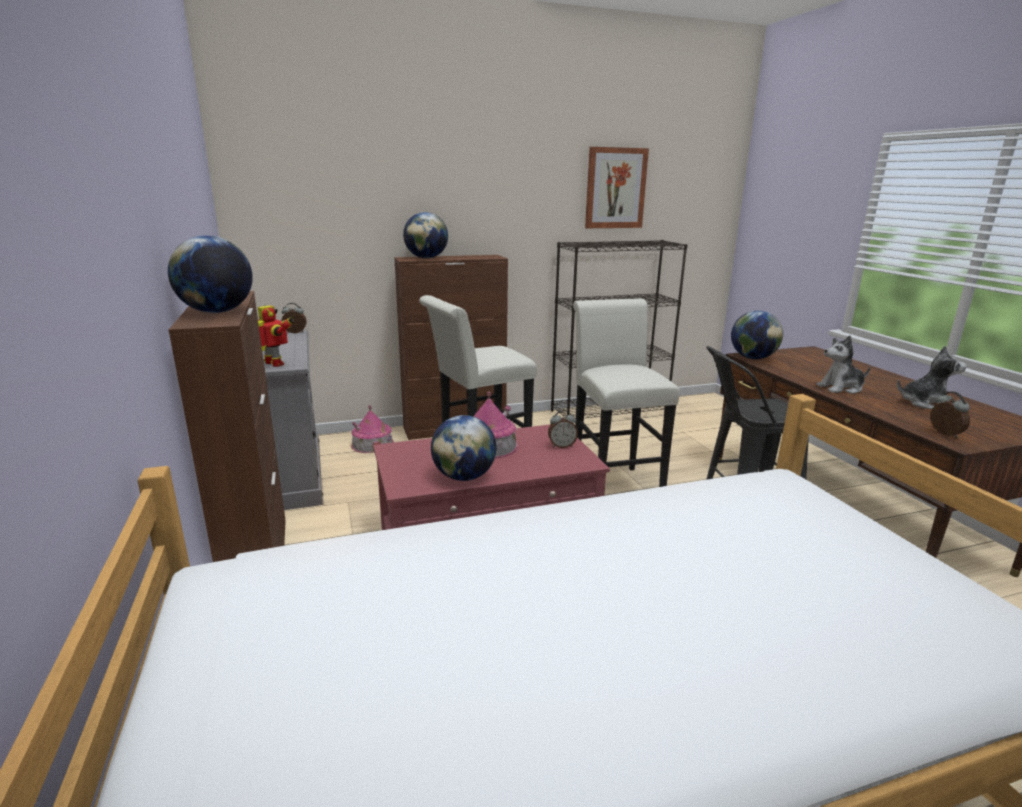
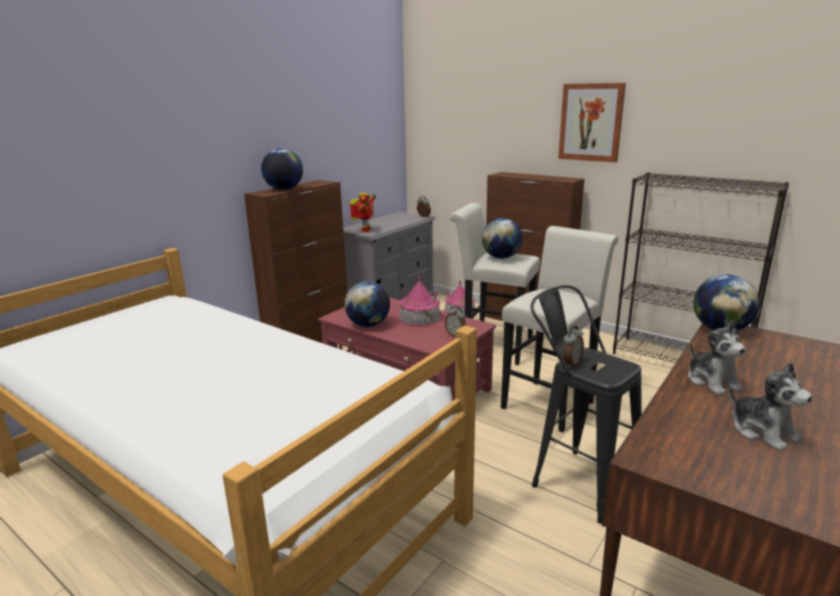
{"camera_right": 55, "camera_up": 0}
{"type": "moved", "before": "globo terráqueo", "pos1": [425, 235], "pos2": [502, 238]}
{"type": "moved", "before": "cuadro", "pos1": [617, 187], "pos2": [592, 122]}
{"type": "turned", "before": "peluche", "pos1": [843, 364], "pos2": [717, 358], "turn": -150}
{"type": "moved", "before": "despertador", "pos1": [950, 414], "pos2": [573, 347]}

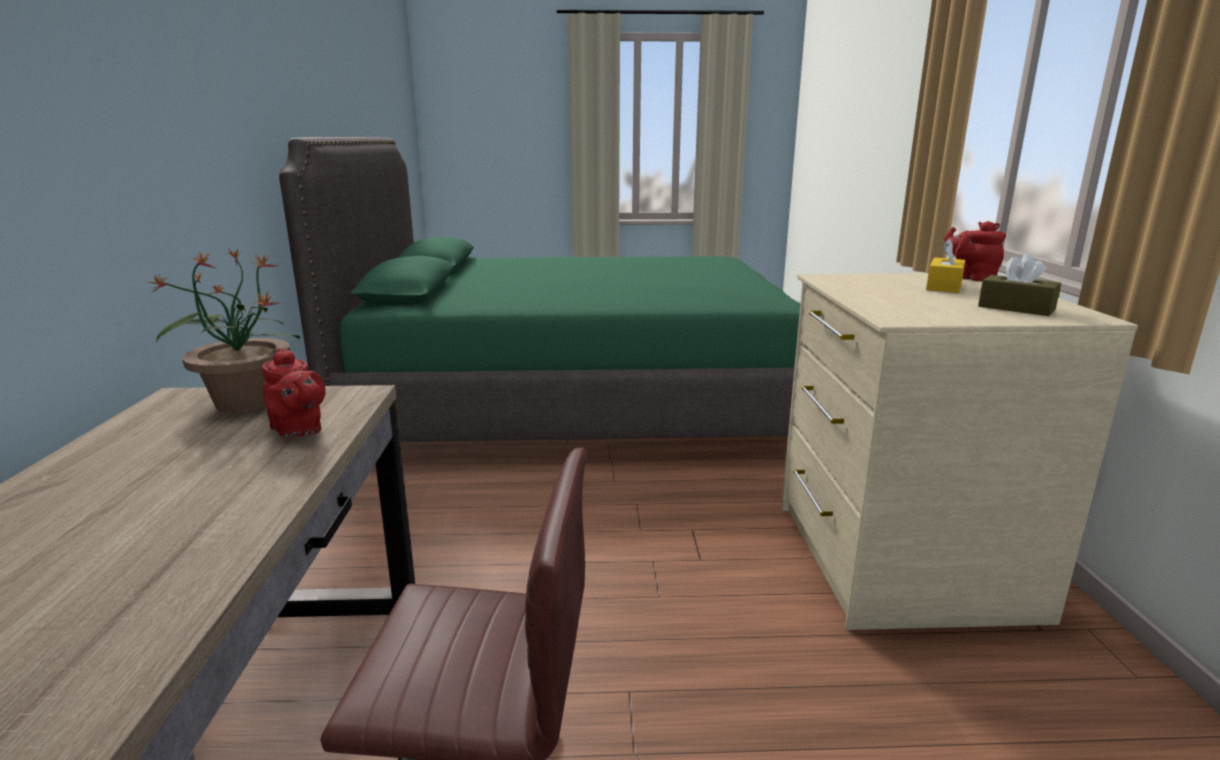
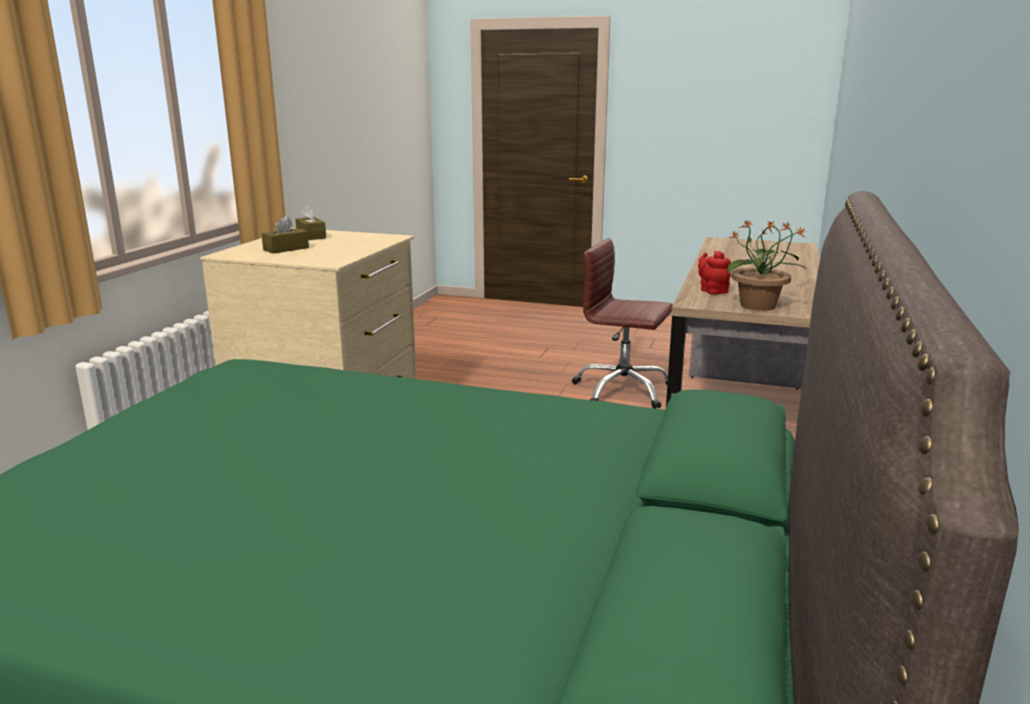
{"camera_right": -160, "camera_up": 0}
{"type": "recoloured", "before": "caja de pañuelos (amarillo)", "after": "caja de pañuelos (marrón)", "pos1": [945, 265], "pos2": [285, 234]}
{"type": "removed", "before": "tetera (rojo)", "pos1": [975, 251]}

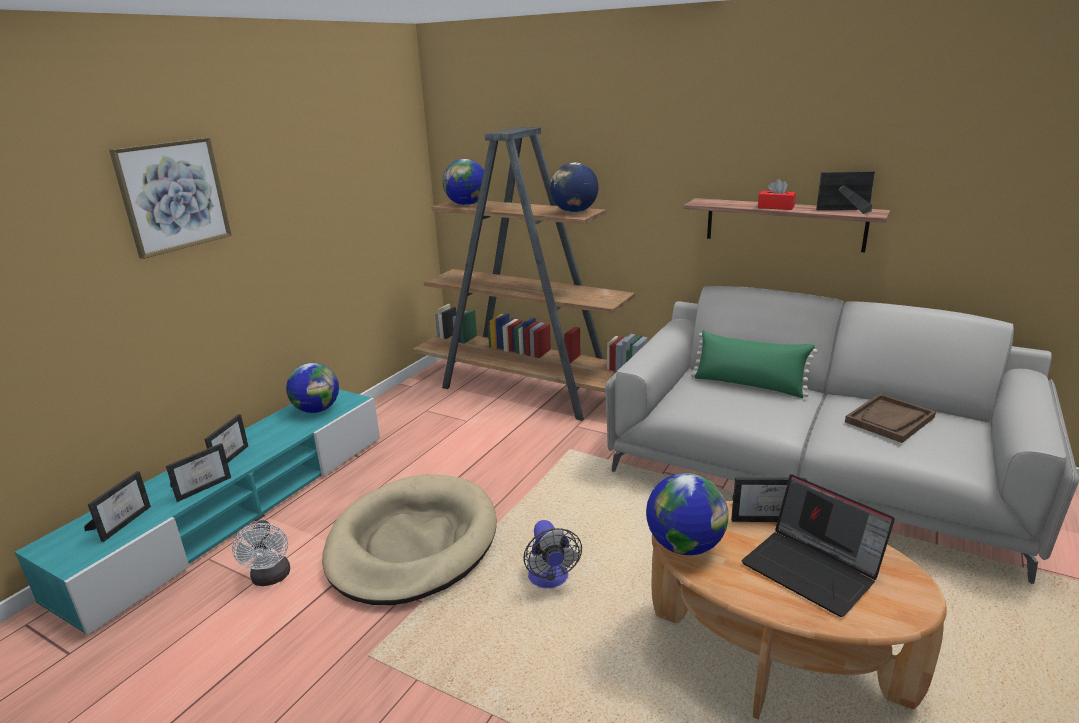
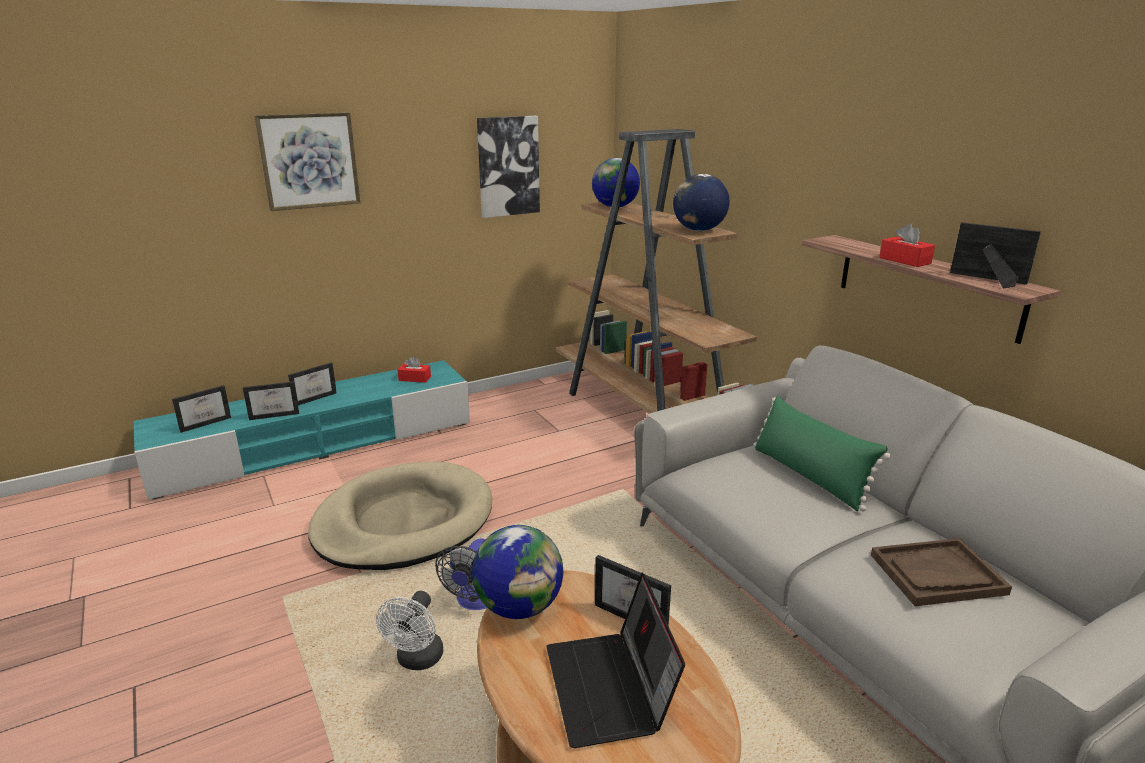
{"camera_right": 30, "camera_up": 0}
{"type": "moved", "before": "ventilador (blanco)", "pos1": [261, 553], "pos2": [409, 630]}
{"type": "replaced", "before": "globo terráqueo", "after": "caja de pañuelos (rojo)", "pos1": [312, 388], "pos2": [414, 369]}
{"type": "added", "after": "cuadro", "pos2": [508, 167]}

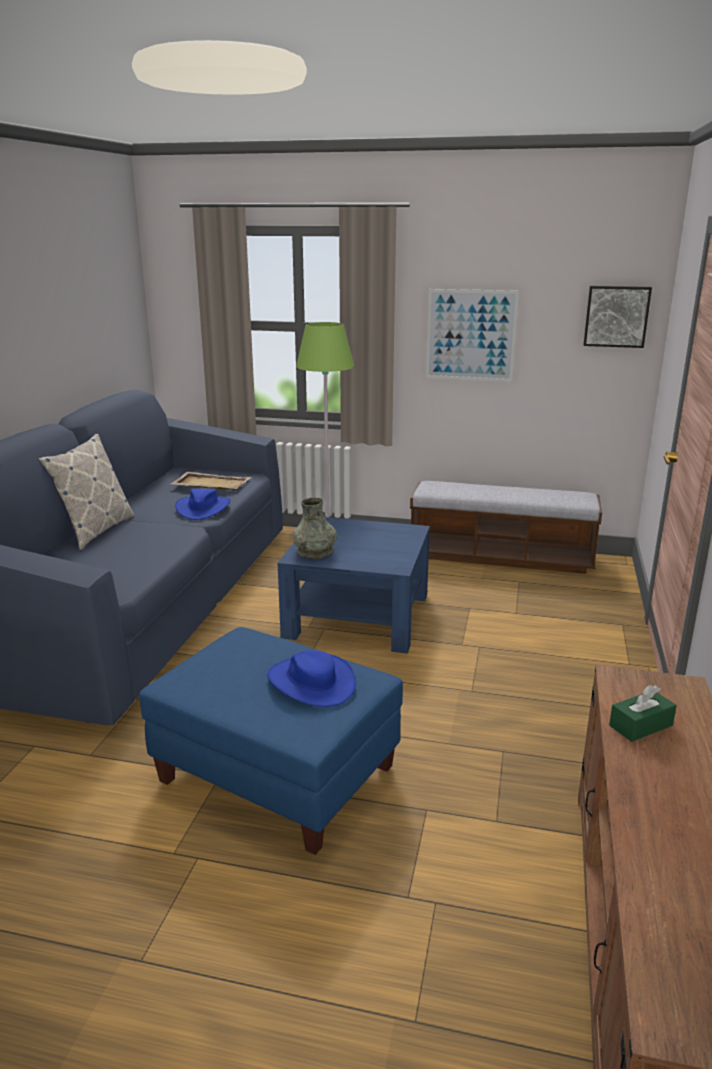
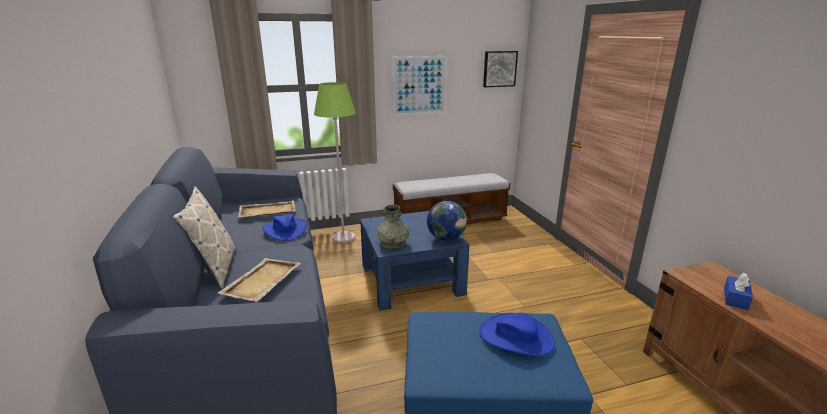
{"camera_right": -30, "camera_up": 0}
{"type": "recoloured", "before": "caja de pañuelos (verde)", "after": "caja de pañuelos (azul)", "pos1": [643, 713], "pos2": [738, 291]}
{"type": "added", "after": "bandeja (beis)", "pos2": [259, 280]}
{"type": "added", "after": "globo terráqueo", "pos2": [447, 221]}

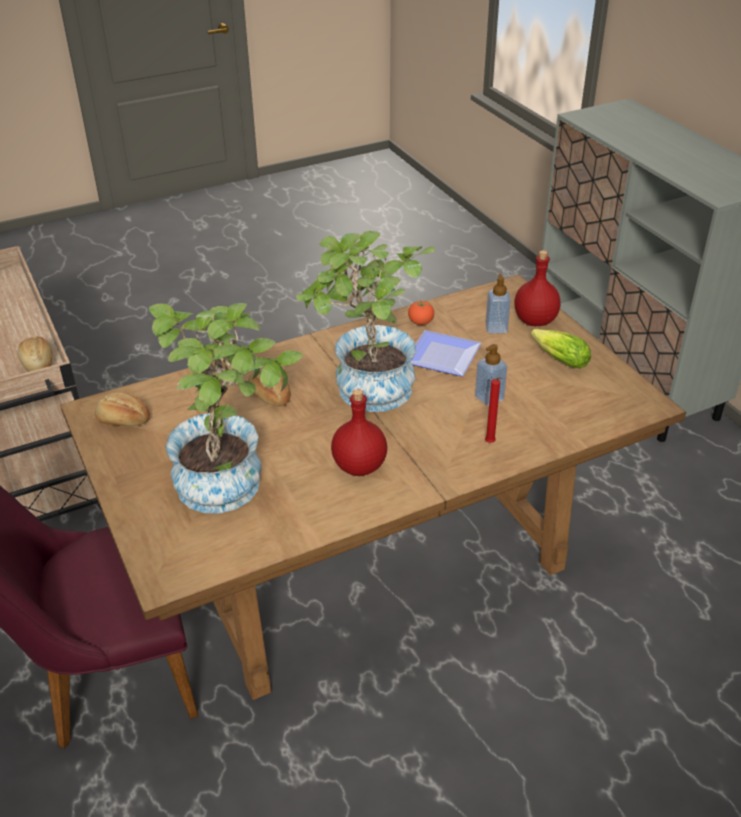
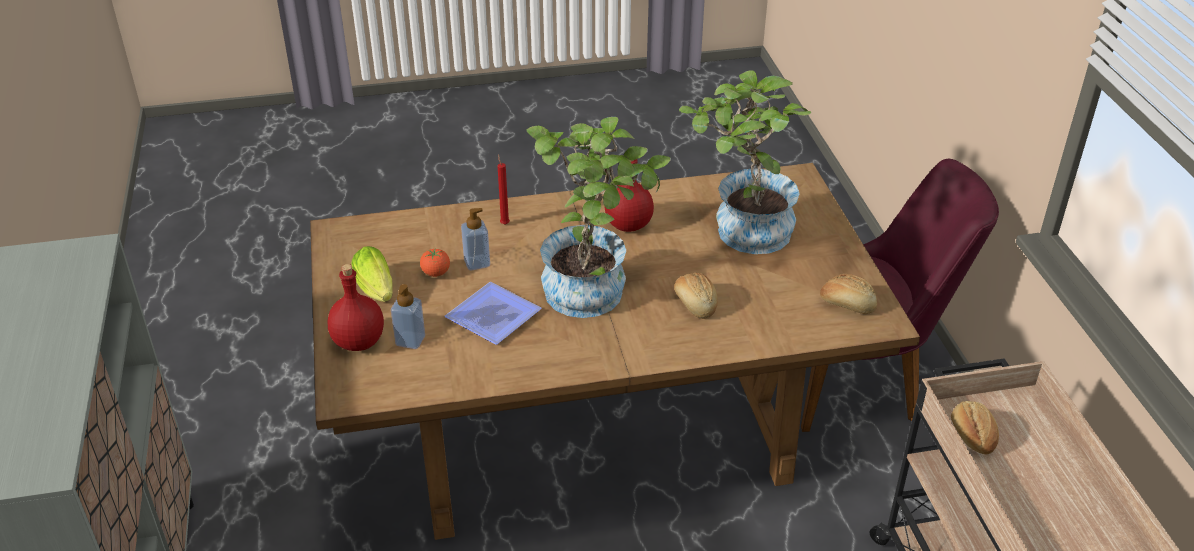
{"camera_right": -165, "camera_up": 0}
{"type": "moved", "before": "tomate", "pos1": [421, 312], "pos2": [435, 262]}

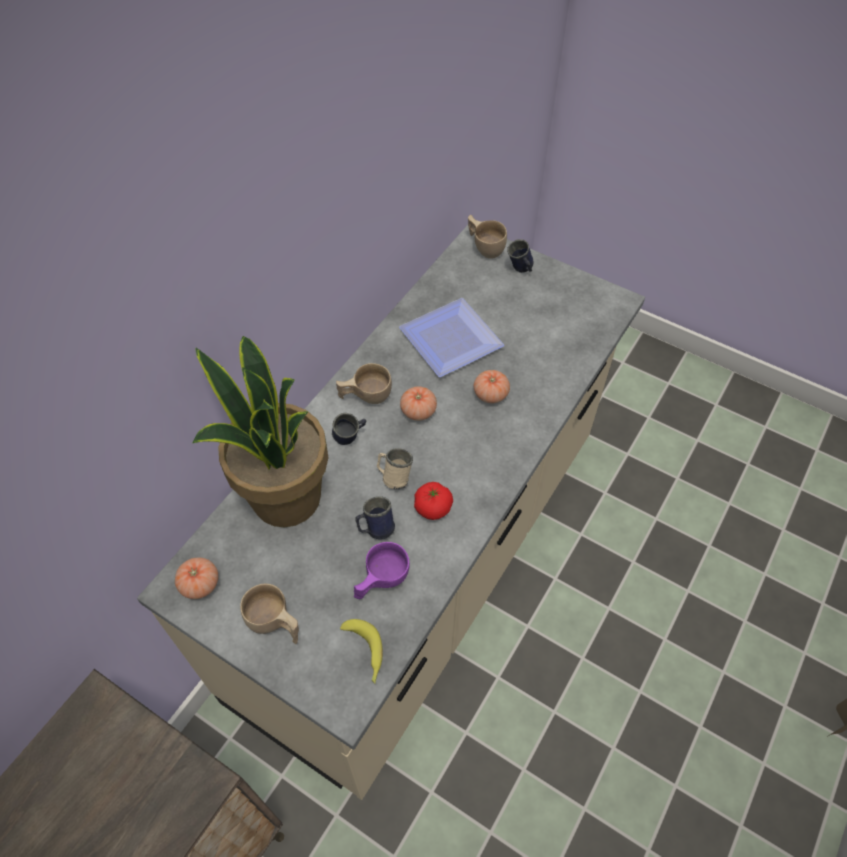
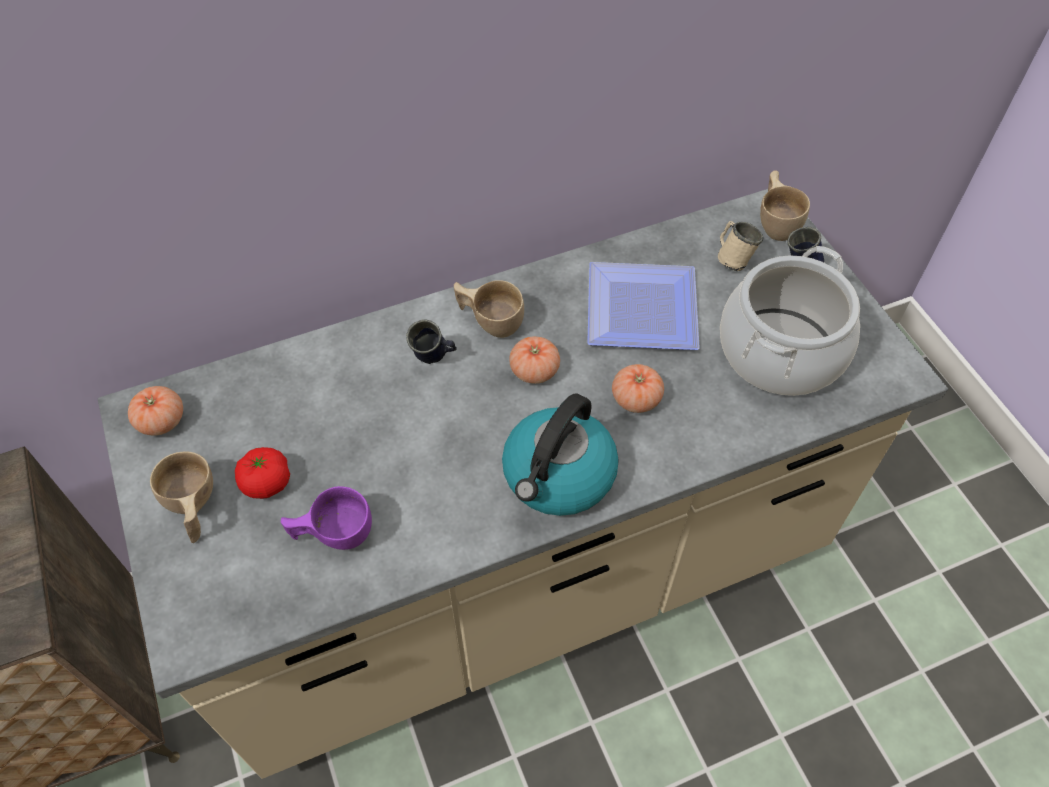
{"camera_right": 35, "camera_up": 0}
{"type": "removed", "before": "planta en maceta", "pos1": [260, 432]}
{"type": "removed", "before": "plátano", "pos1": [361, 651]}
{"type": "removed", "before": "taza grande (azul)", "pos1": [375, 517]}
{"type": "moved", "before": "taza grande (beis)", "pos1": [395, 468], "pos2": [741, 246]}
{"type": "moved", "before": "tomate", "pos1": [433, 501], "pos2": [262, 473]}
{"type": "added", "after": "hervidor", "pos2": [560, 455]}
{"type": "added", "after": "olla", "pos2": [790, 321]}

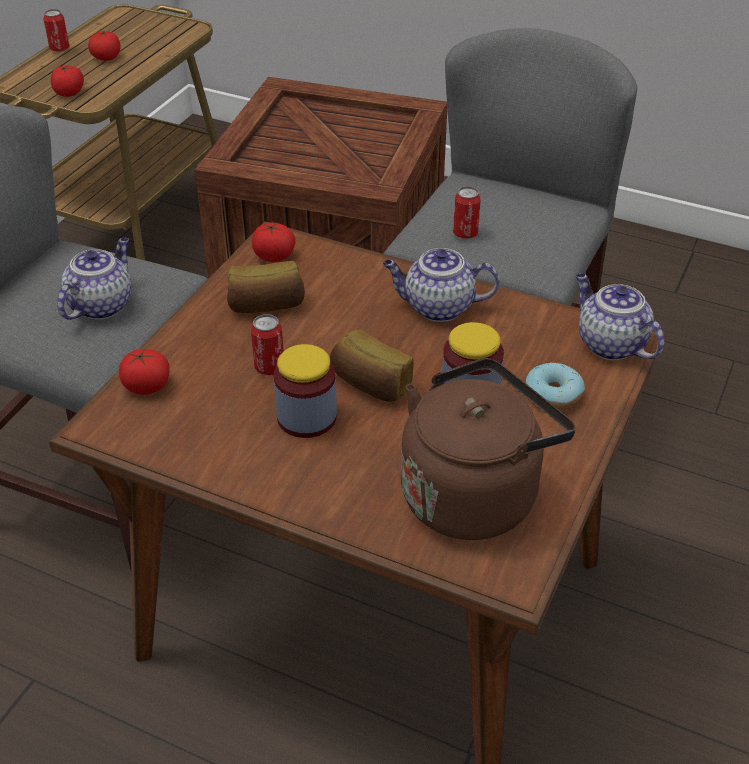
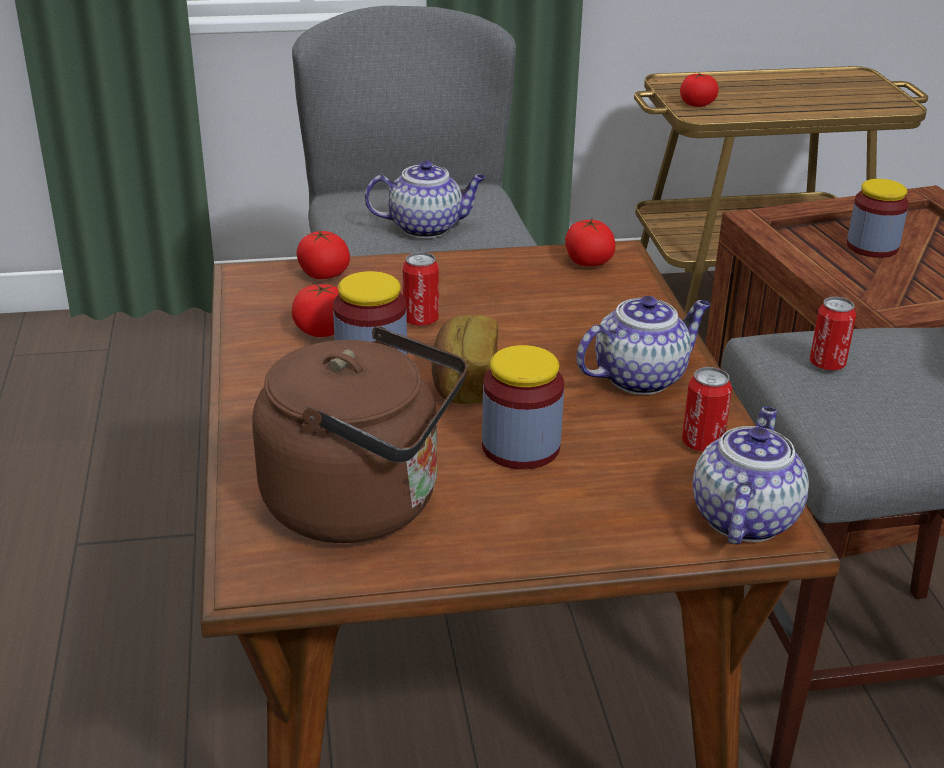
{"camera_right": 55, "camera_up": -10}
{"type": "moved", "before": "lata", "pos1": [56, 30], "pos2": [707, 409]}
{"type": "moved", "before": "tomate", "pos1": [104, 46], "pos2": [315, 310]}
{"type": "removed", "before": "pan", "pos1": [266, 287]}
{"type": "turned", "before": "tetera", "pos1": [441, 285], "pos2": [643, 345], "turn": 90}
{"type": "removed", "before": "rosquilla", "pos1": [555, 387]}
{"type": "added", "after": "tarro", "pos2": [878, 218]}

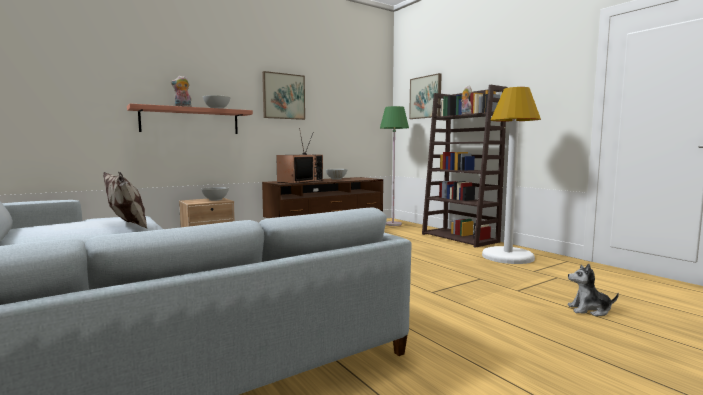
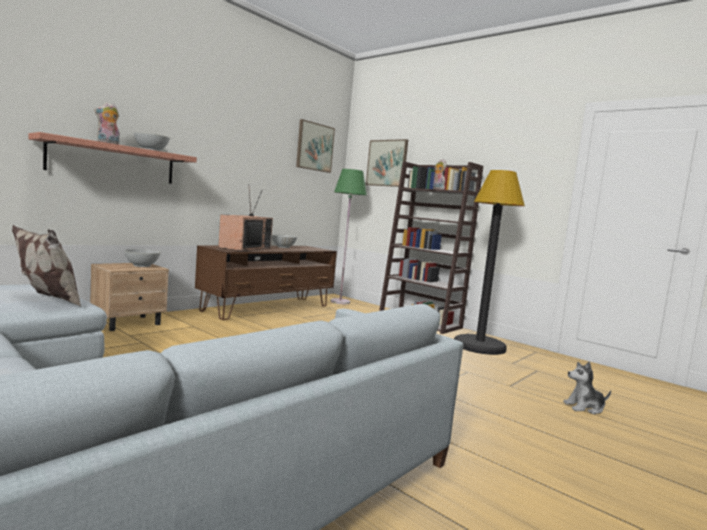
{"camera_right": -15, "camera_up": 0}
{"type": "moved", "before": "cuadro", "pos1": [283, 95], "pos2": [315, 146]}
{"type": "recoloured", "before": "lámpara de pie (blanco)", "after": "lámpara de pie (negro)", "pos1": [511, 175], "pos2": [489, 262]}

